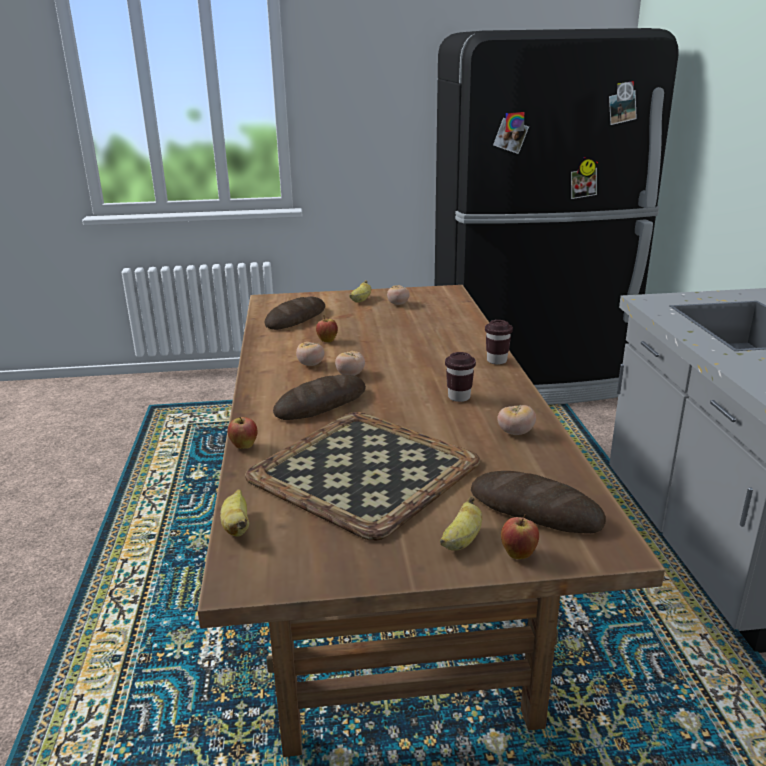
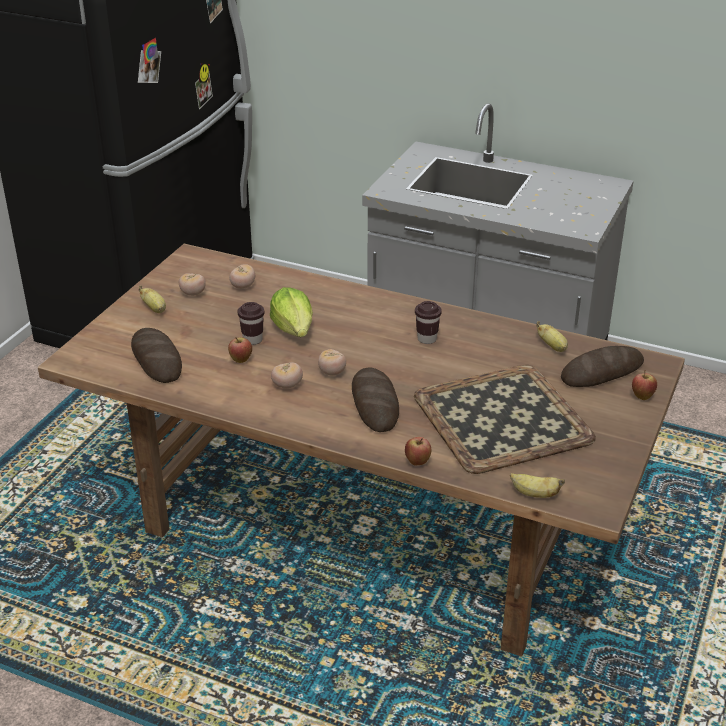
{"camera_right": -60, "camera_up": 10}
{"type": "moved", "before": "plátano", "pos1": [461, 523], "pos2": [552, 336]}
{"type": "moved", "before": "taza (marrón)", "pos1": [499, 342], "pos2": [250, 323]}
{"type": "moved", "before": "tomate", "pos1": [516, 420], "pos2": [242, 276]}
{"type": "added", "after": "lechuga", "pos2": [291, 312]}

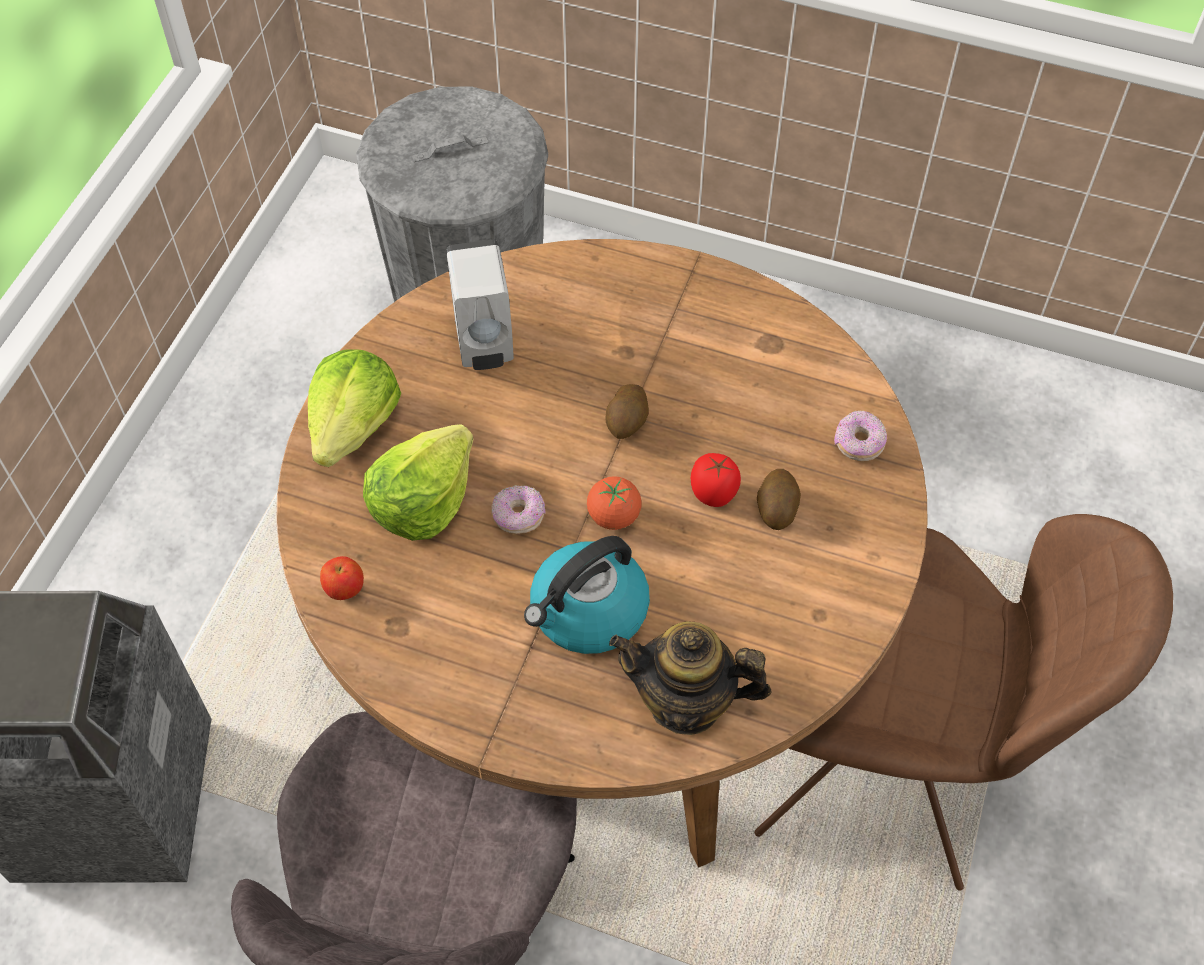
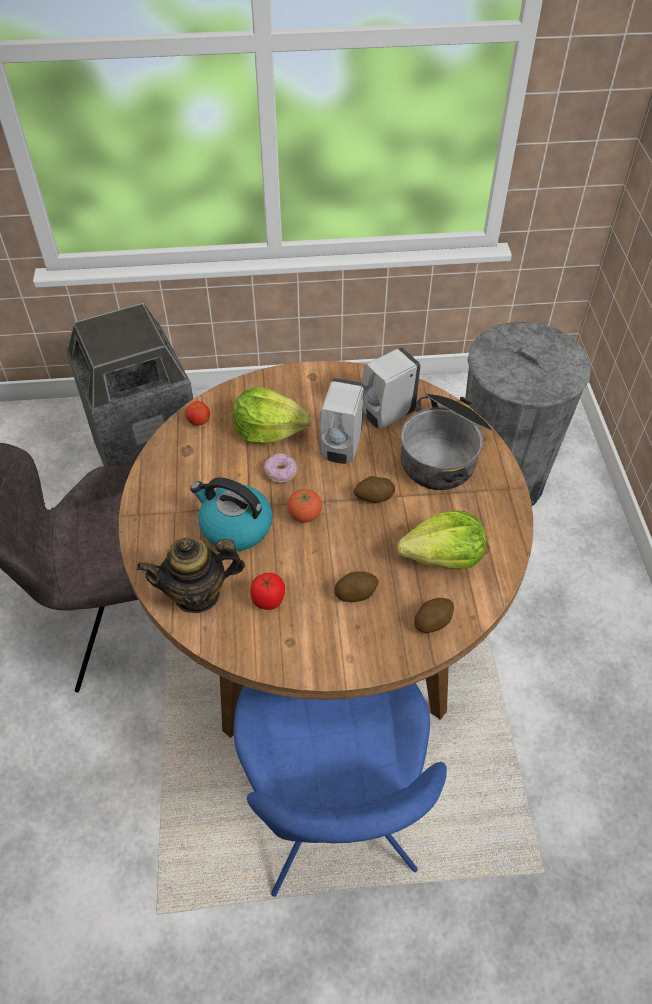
{"camera_right": 65, "camera_up": -5}
{"type": "moved", "before": "lechuga", "pos1": [354, 408], "pos2": [442, 539]}
{"type": "turned", "before": "tetera", "pos1": [690, 678], "pos2": [191, 575], "turn": -90}
{"type": "moved", "before": "tomate", "pos1": [716, 480], "pos2": [267, 591]}
{"type": "recoloured", "before": "silla (marrón)", "after": "silla (azul)", "pos1": [963, 702], "pos2": [340, 790]}
{"type": "replaced", "before": "rosquilla", "after": "patata", "pos1": [860, 436], "pos2": [434, 615]}
{"type": "added", "after": "dispensador de jabón (blanco)", "pos2": [342, 421]}
{"type": "added", "after": "olla", "pos2": [447, 441]}

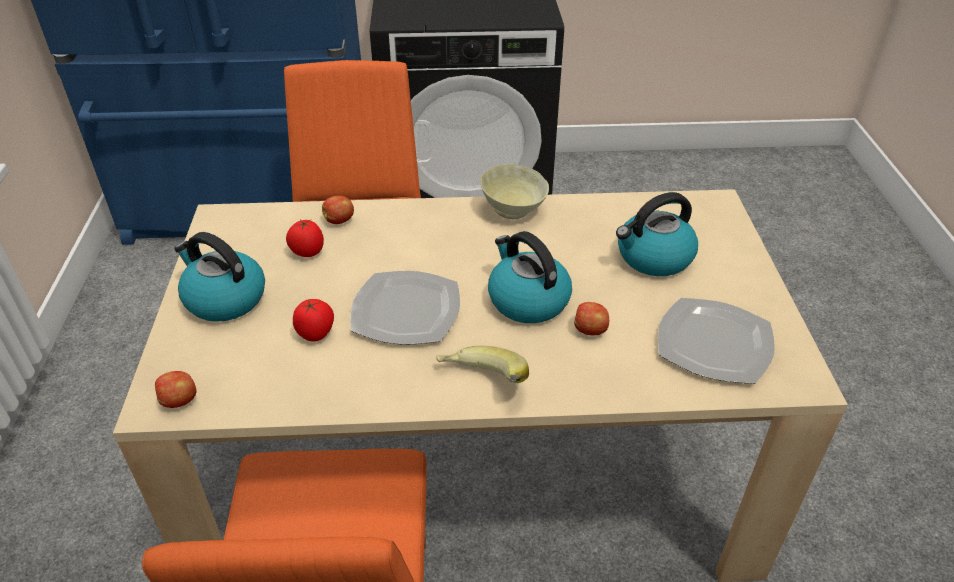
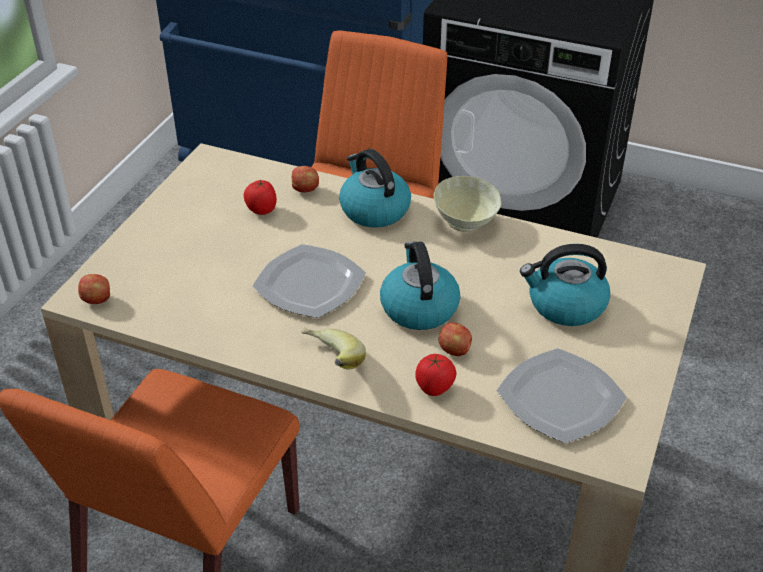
{"camera_right": 25, "camera_up": 0}
{"type": "moved", "before": "hervidor", "pos1": [219, 277], "pos2": [375, 188]}
{"type": "moved", "before": "tomate", "pos1": [313, 320], "pos2": [435, 375]}

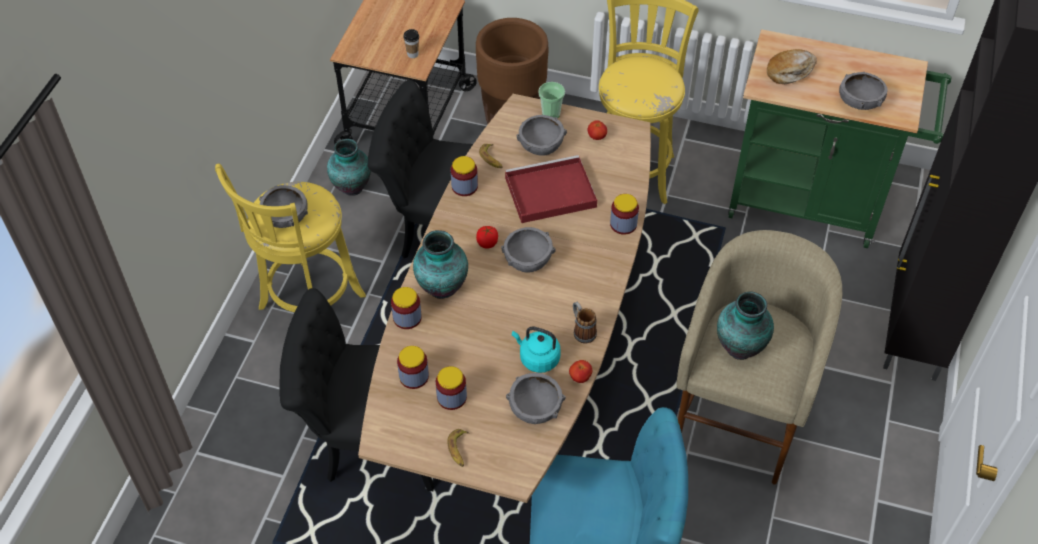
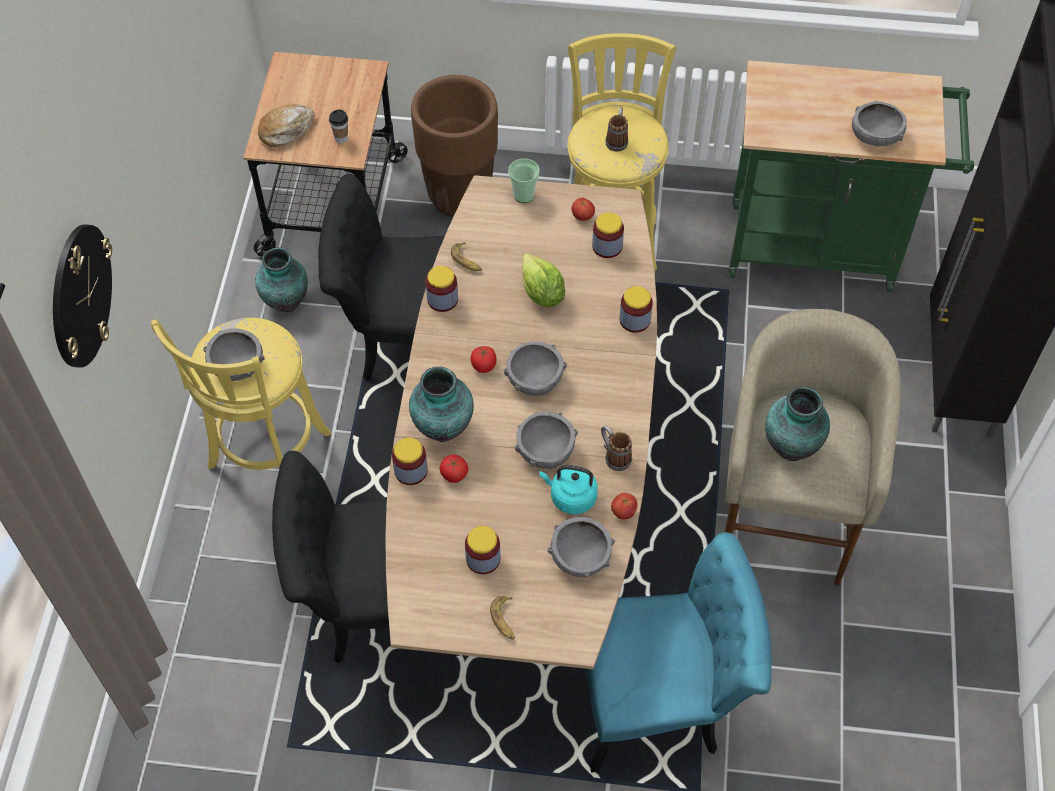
{"camera_right": -10, "camera_up": 5}
{"type": "moved", "before": "tarro", "pos1": [413, 367], "pos2": [608, 235]}
{"type": "replaced", "before": "bandeja (rojo)", "after": "lechuga", "pos1": [551, 189], "pos2": [543, 280]}
{"type": "moved", "before": "cuenco (gris)", "pos1": [541, 135], "pos2": [546, 440]}
{"type": "moved", "before": "pan", "pos1": [792, 66], "pos2": [286, 125]}
{"type": "added", "after": "reloj de pared", "pos2": [82, 296]}
{"type": "added", "after": "tomate", "pos2": [454, 469]}
{"type": "added", "after": "taza grande", "pos2": [616, 129]}

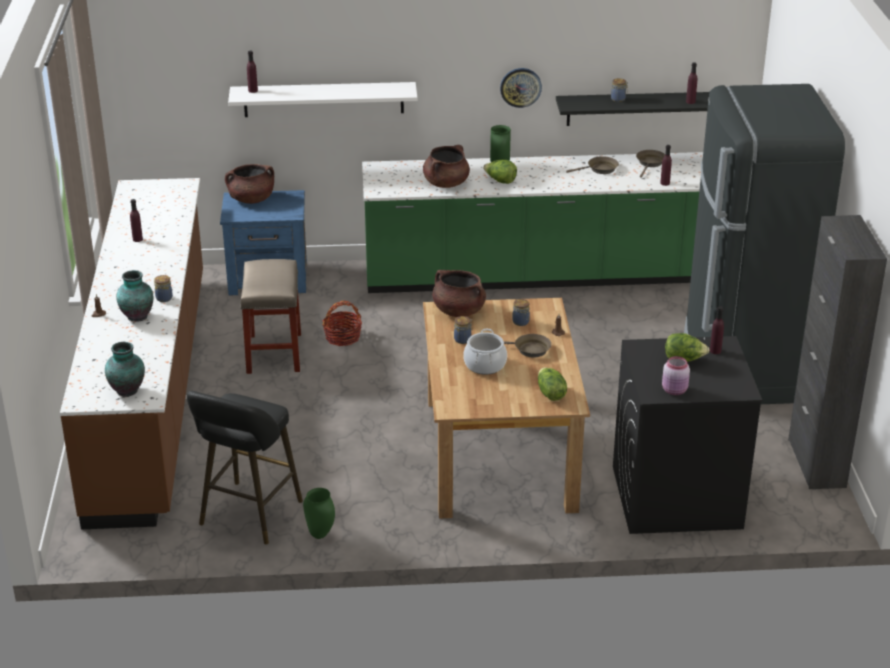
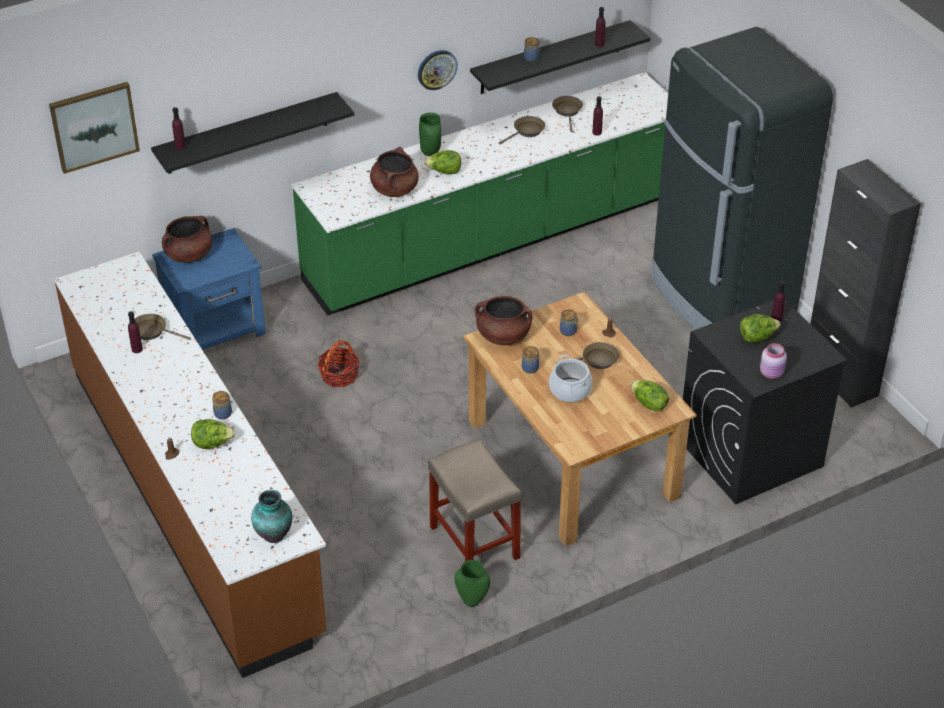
{"camera_right": -25, "camera_up": 10}
{"type": "replaced", "before": "florero", "after": "lechuga", "pos1": [134, 296], "pos2": [213, 434]}
{"type": "removed", "before": "taburete (negro)", "pos1": [245, 467]}
{"type": "recoloured", "before": "estante (blanco)", "after": "estante (negro)", "pos1": [323, 99], "pos2": [252, 133]}
{"type": "moved", "before": "taburete (beis)", "pos1": [270, 316], "pos2": [475, 500]}
{"type": "added", "after": "cuadro", "pos2": [94, 128]}
{"type": "added", "after": "sartén (marrón)", "pos2": [163, 327]}

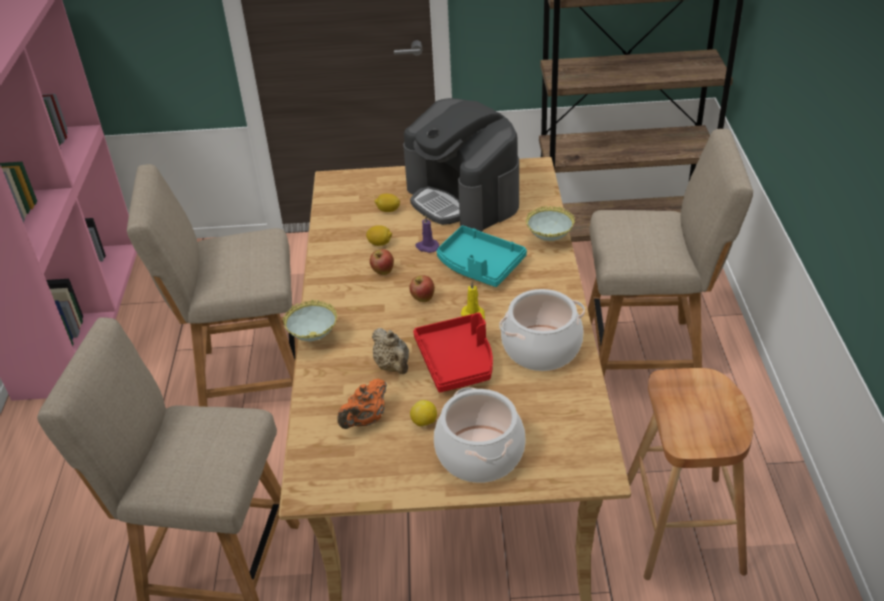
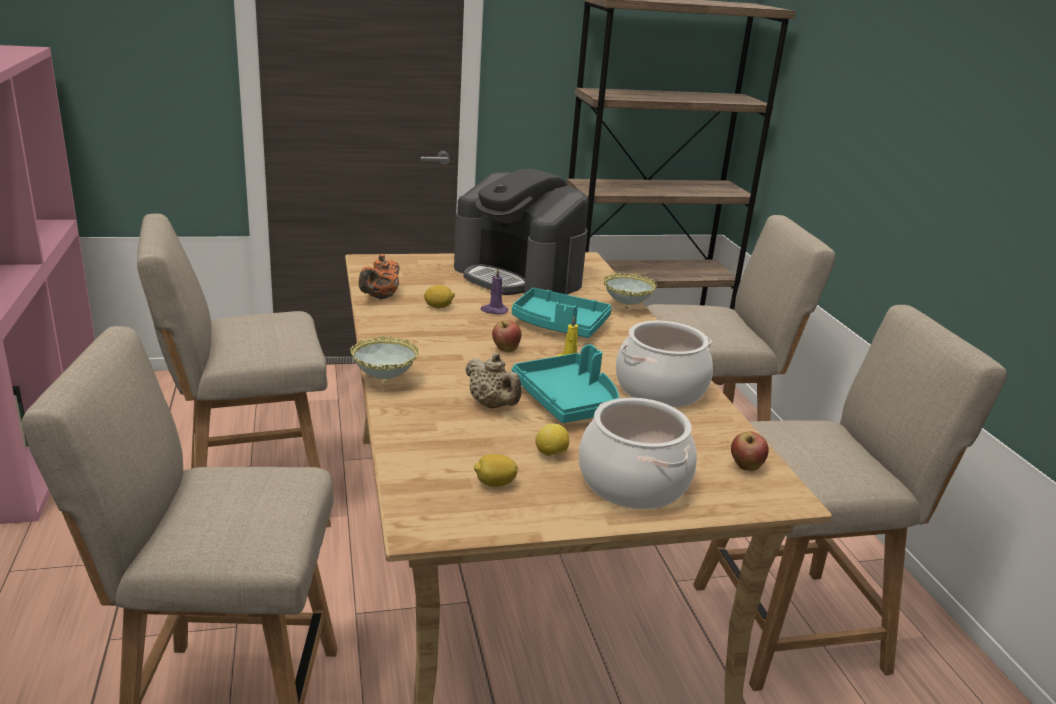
{"camera_right": -15, "camera_up": -15}
{"type": "moved", "before": "tetera (naranja)", "pos1": [362, 404], "pos2": [379, 276]}
{"type": "moved", "before": "manzana", "pos1": [382, 262], "pos2": [750, 451]}
{"type": "moved", "before": "limón", "pos1": [387, 203], "pos2": [496, 470]}
{"type": "recoloured", "before": "bandeja (rojo)", "after": "bandeja (turquesa)", "pos1": [453, 352], "pos2": [565, 383]}
{"type": "replaced", "before": "taburete (marrón)", "after": "silla (beis)", "pos1": [690, 474], "pos2": [850, 498]}

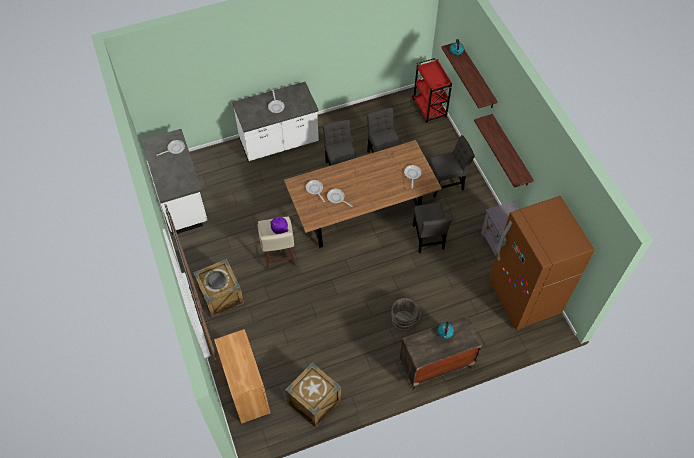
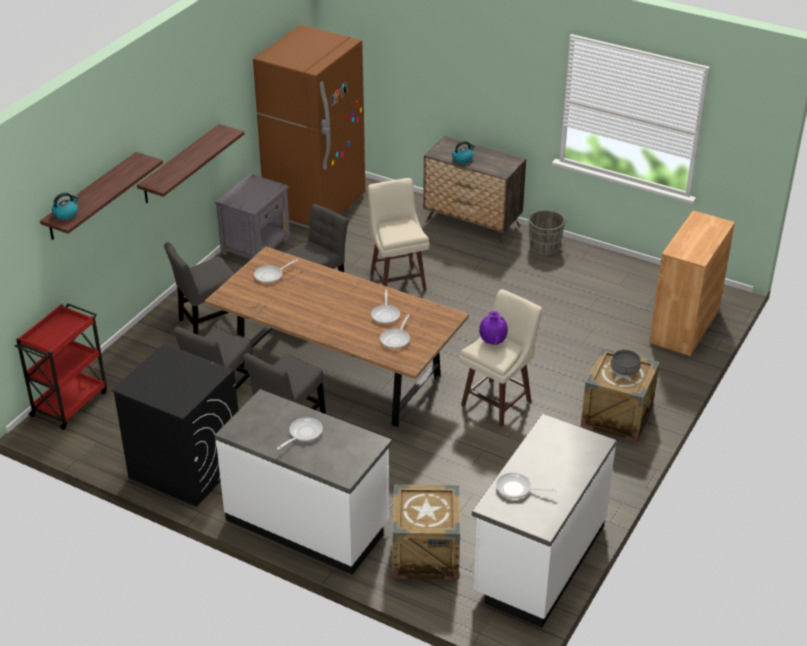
{"camera_right": -130, "camera_up": -20}
{"type": "moved", "before": "caja de embalaje", "pos1": [313, 395], "pos2": [426, 532]}
{"type": "moved", "before": "cubo (gris)", "pos1": [406, 314], "pos2": [548, 233]}
{"type": "turned", "before": "silla (gris)", "pos1": [452, 166], "pos2": [199, 288], "turn": -60}
{"type": "added", "after": "lavadora (negro)", "pos2": [174, 425]}
{"type": "added", "after": "taburete (beis)", "pos2": [399, 234]}

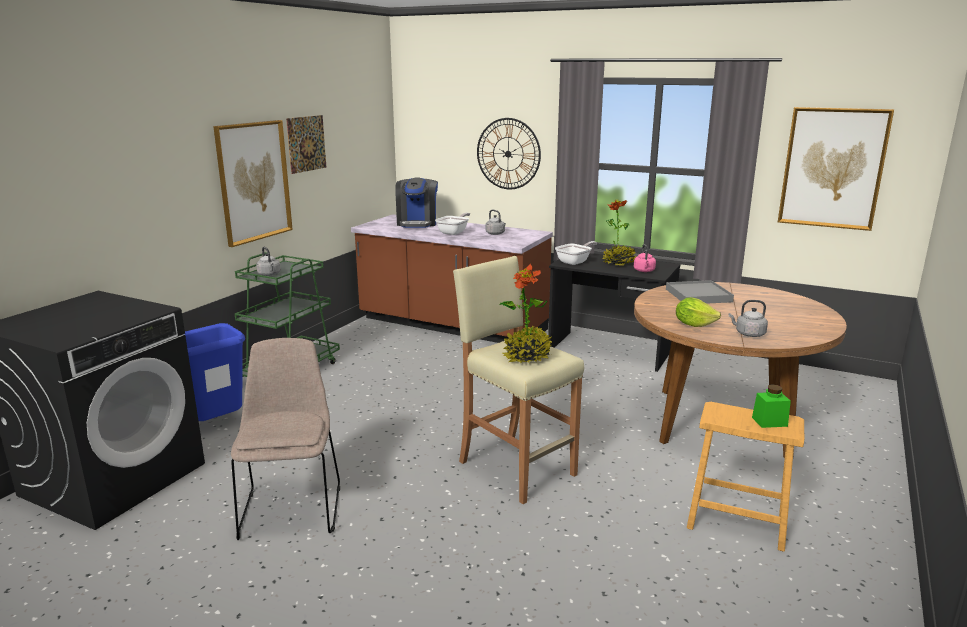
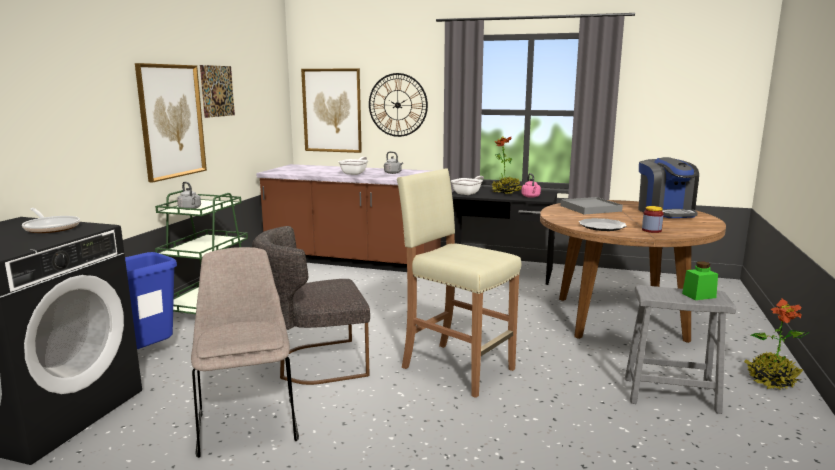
{"camera_right": -10, "camera_up": -5}
{"type": "moved", "before": "cafetera", "pos1": [416, 203], "pos2": [668, 187]}
{"type": "moved", "before": "planta en maceta", "pos1": [526, 313], "pos2": [777, 344]}
{"type": "replaced", "before": "lechuga", "after": "plato", "pos1": [698, 312], "pos2": [603, 224]}
{"type": "recoloured", "before": "taburete (marrón)", "after": "taburete (gris)", "pos1": [745, 477], "pos2": [680, 349]}
{"type": "replaced", "before": "hervidor (gris)", "after": "tarro", "pos1": [748, 318], "pos2": [653, 219]}
{"type": "moved", "before": "cuadro", "pos1": [836, 169], "pos2": [331, 110]}
{"type": "added", "after": "sartén", "pos2": [51, 220]}
{"type": "added", "after": "silla (gris)", "pos2": [311, 305]}

